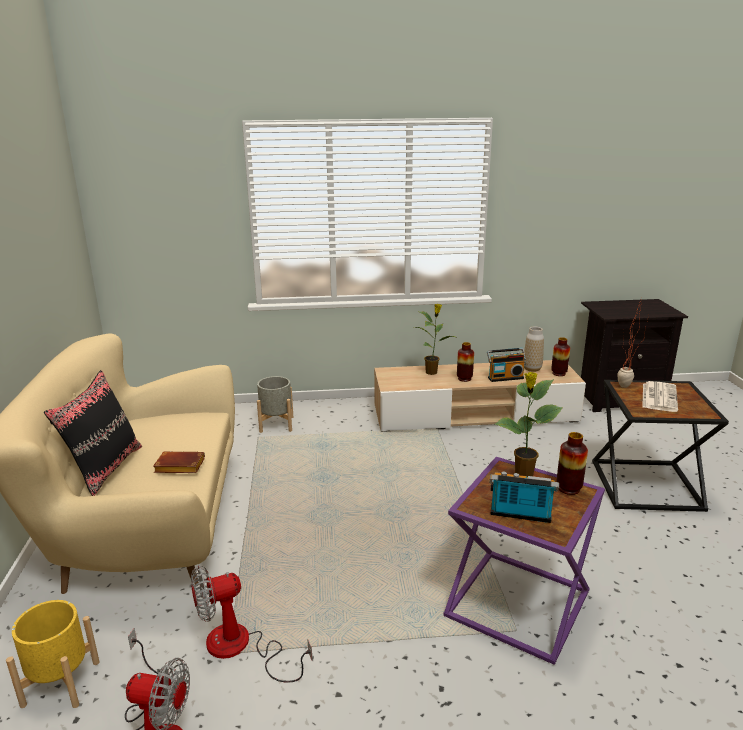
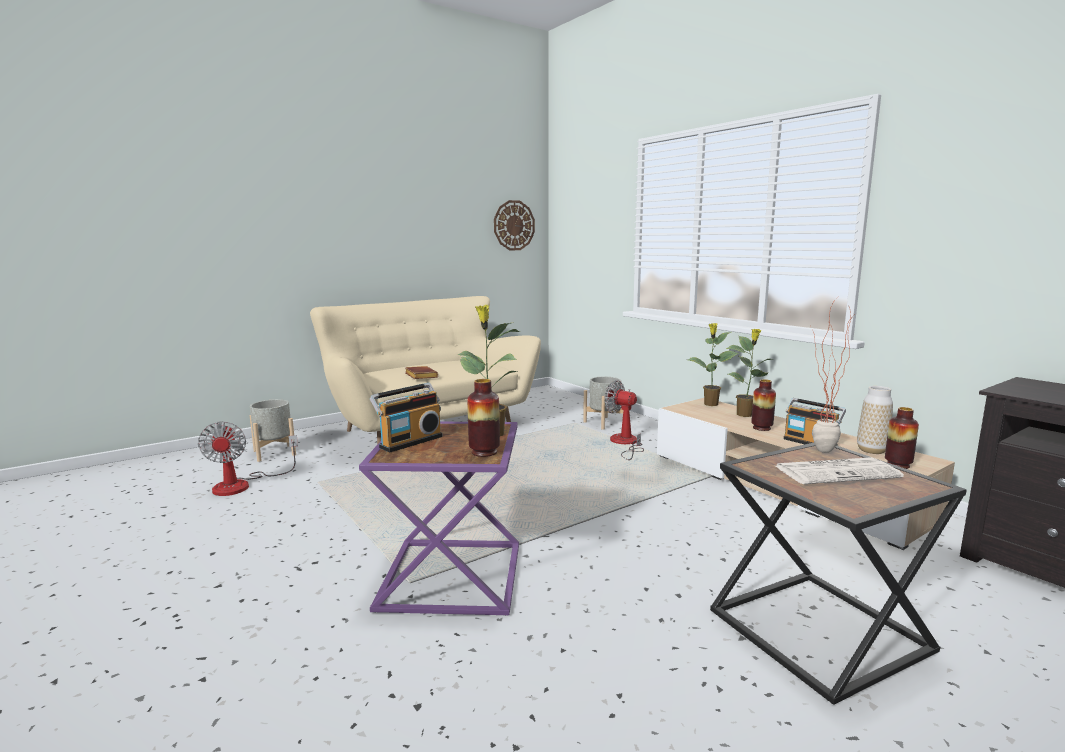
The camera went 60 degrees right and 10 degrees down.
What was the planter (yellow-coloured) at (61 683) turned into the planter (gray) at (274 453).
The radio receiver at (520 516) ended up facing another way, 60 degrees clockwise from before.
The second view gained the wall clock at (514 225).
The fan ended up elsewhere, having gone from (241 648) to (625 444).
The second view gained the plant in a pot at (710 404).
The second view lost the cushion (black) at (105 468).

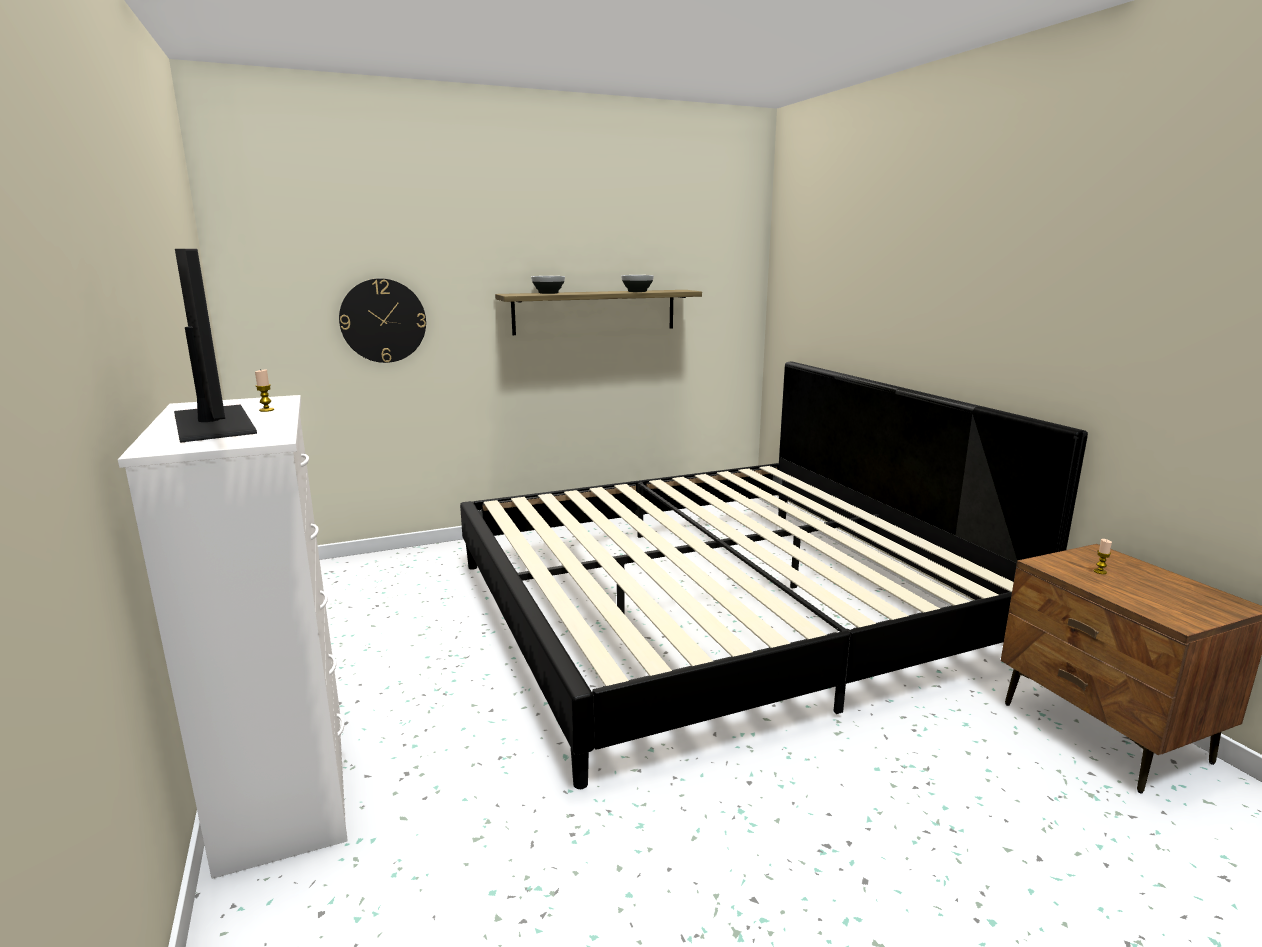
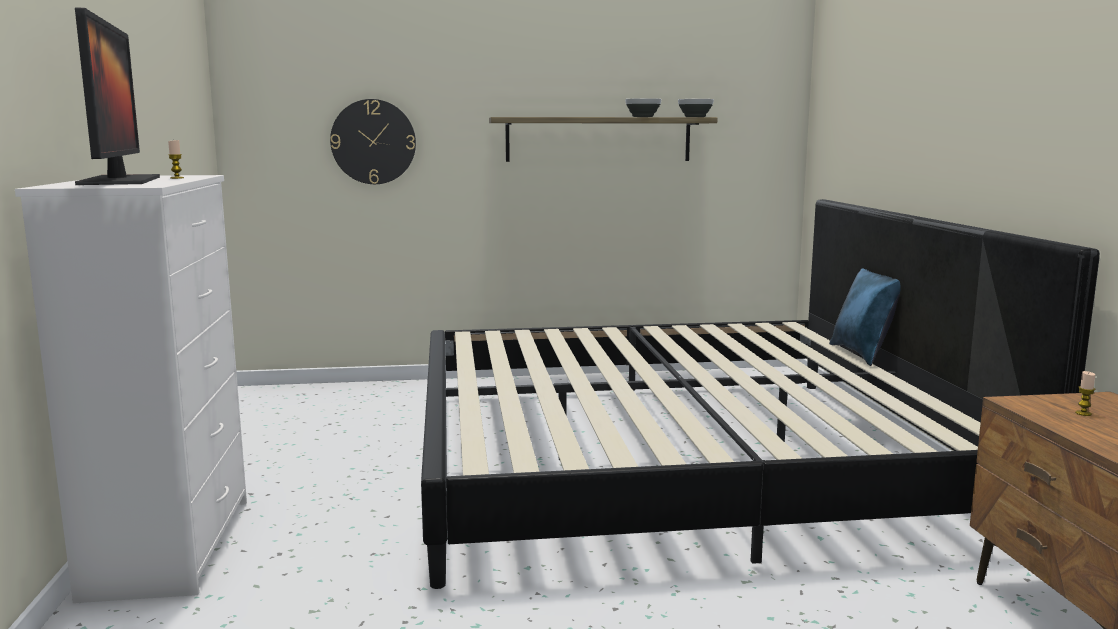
The camera went 15 degrees right and 5 degrees down.
The serving bowl ended up elsewhere, having gone from (548 293) to (695 117).
The second view gained the cushion (bluish) at (864 355).

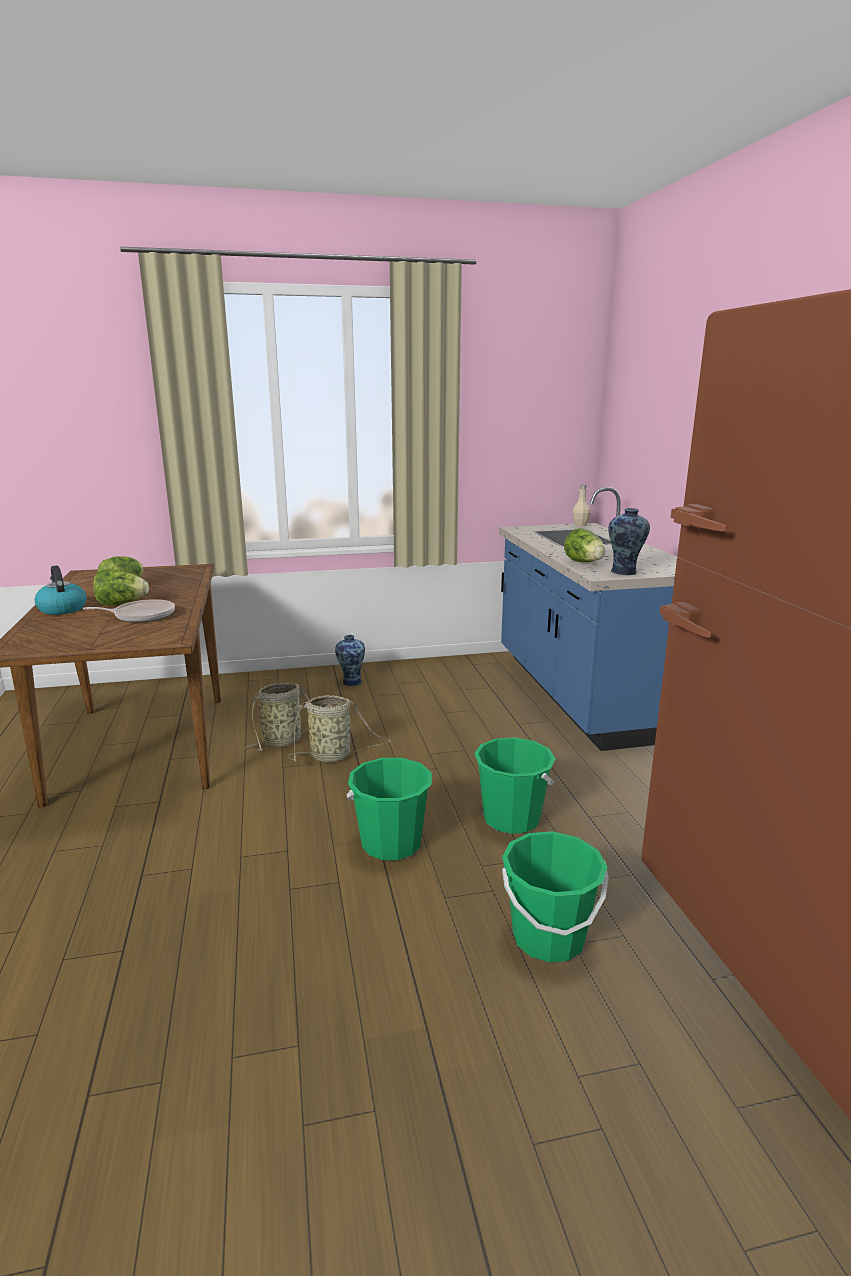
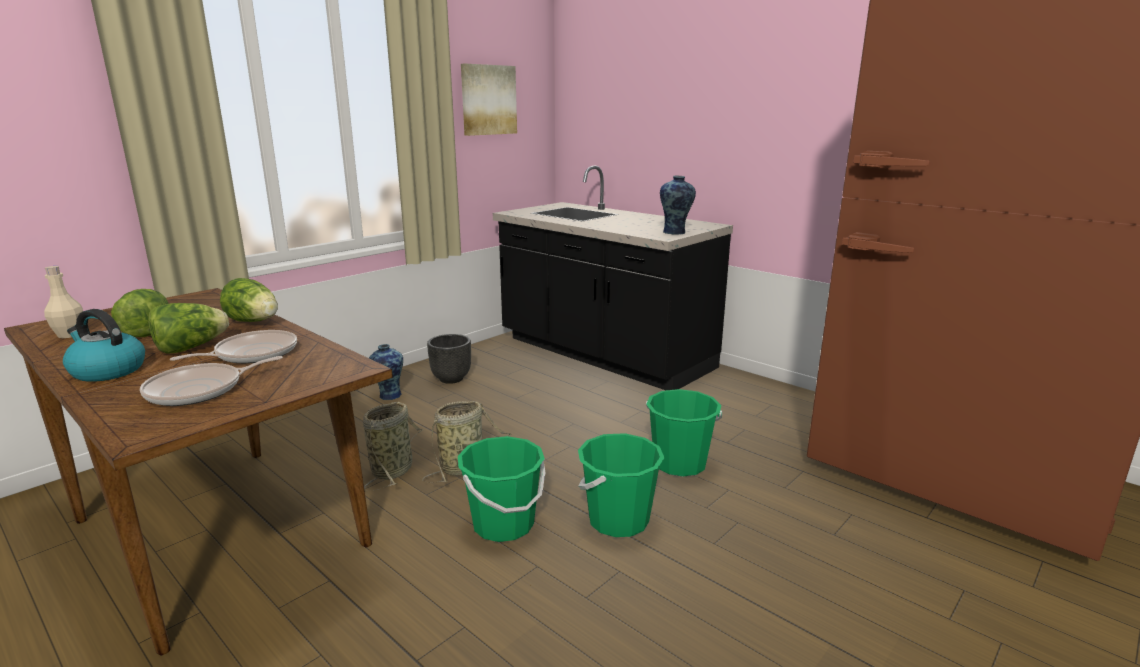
The camera went 35 degrees left and 0 degrees up.
The bottle (beige) ended up elsewhere, having gone from (580 525) to (70 335).
The second view gained the frying pan at (200 390).
The head of lettuce ended up elsewhere, having gone from (584 563) to (255 322).
The second view gained the planter (black) at (452 379).
The water bucket (greenish) ended up elsewhere, having gone from (548 937) to (503 524).
The second view gained the picture at (488 100).
What was the kitchen counter (bluish) at (581 694) turned into the kitchen counter (black) at (604 354).

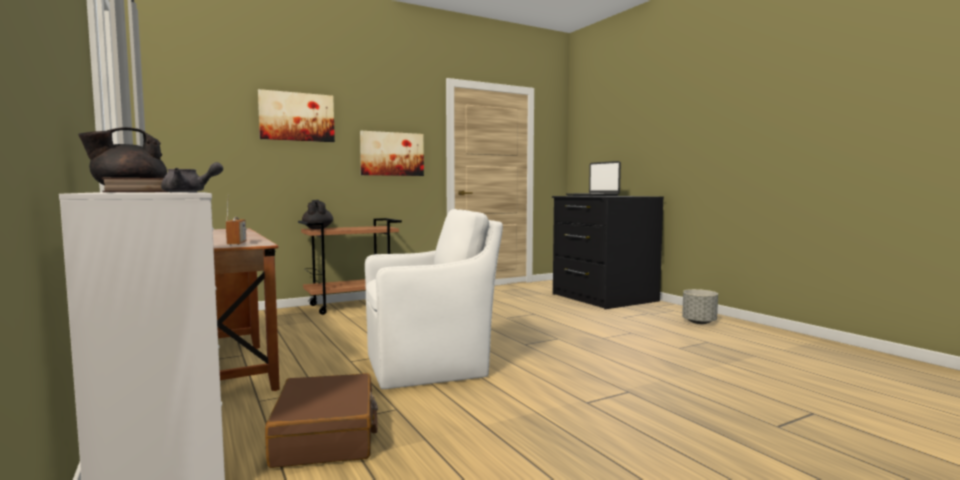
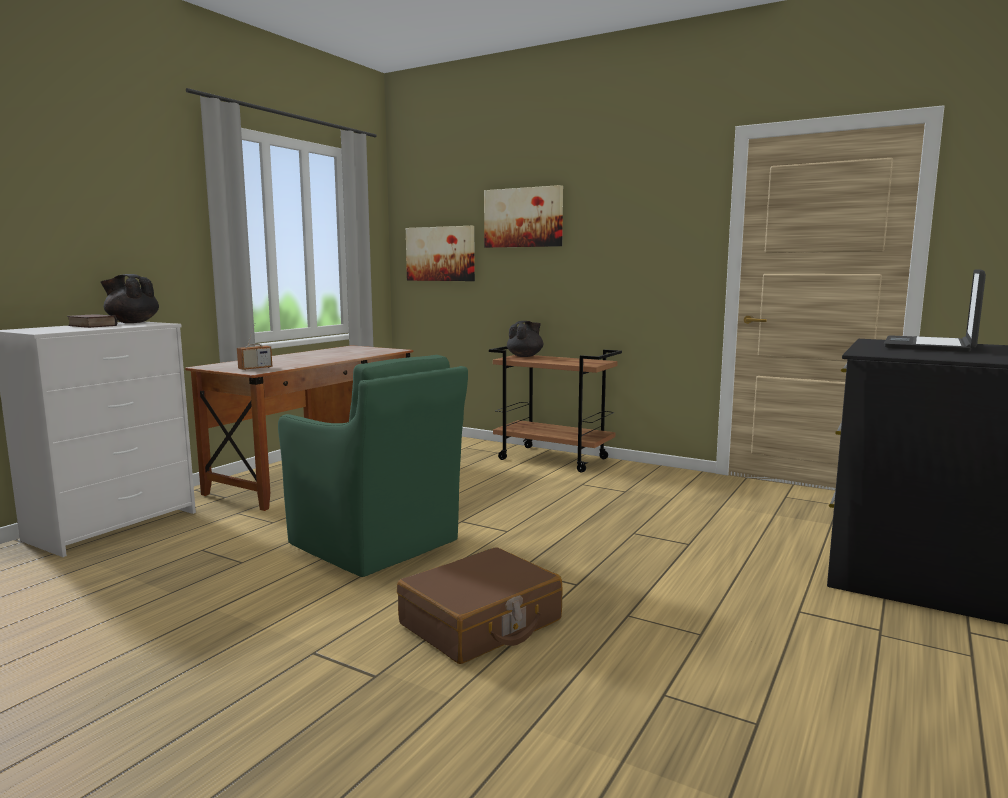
The camera went 60 degrees right and 5 degrees up.
What was the easy chair (white) at (430 366) turned into the easy chair (greenish) at (376 544).
The piece of luggage (brown-coloured) ended up elsewhere, having gone from (326 436) to (481 623).
The picture ended up elsewhere, having gone from (392 154) to (440 254).
The second view lost the pot for tea (gray) at (189 192).
The second view lost the planter (gray) at (699 322).

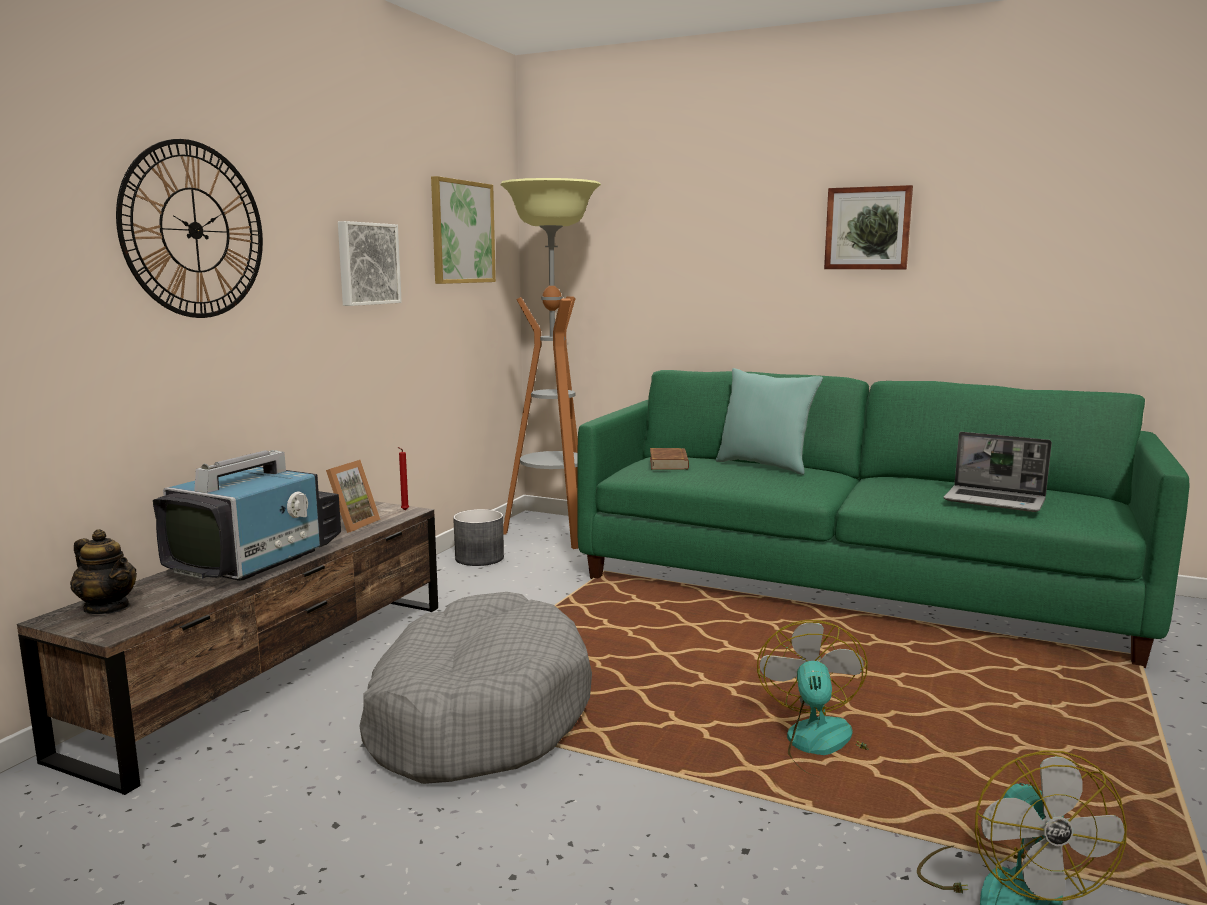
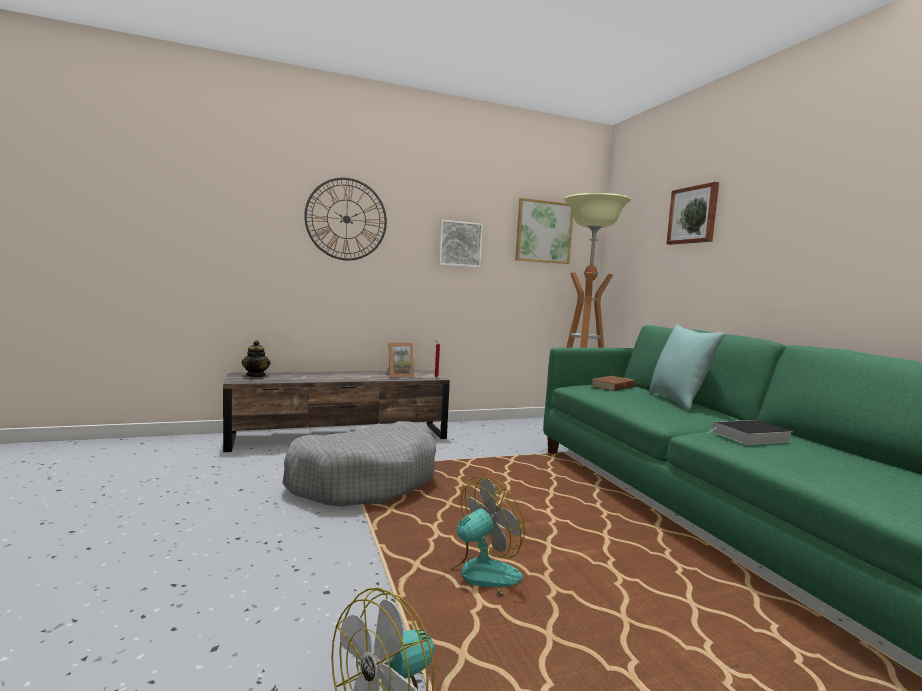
The camera went 45 degrees right and 5 degrees down.
The picture ended up elsewhere, having gone from (868 228) to (693 215).
The second view gained the volume at (750 437).
The second view lost the TV set at (258 560).
The second view lost the planter (gray) at (479 558).
The second view lost the portable computer at (995 501).

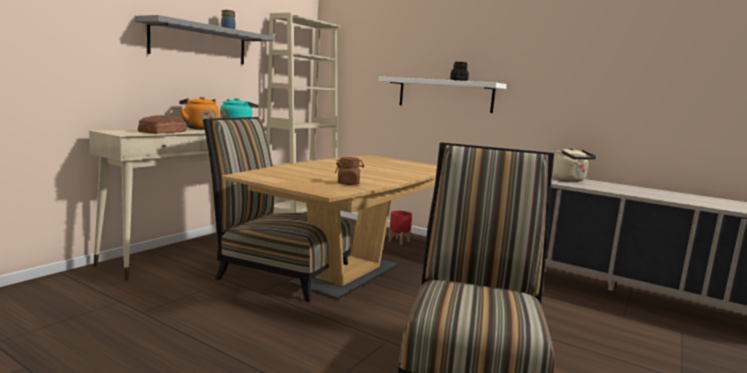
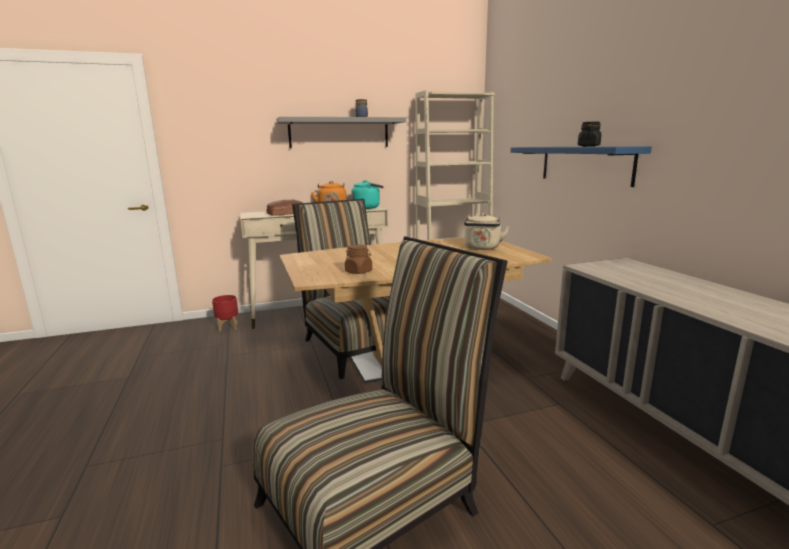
The camera went 40 degrees right and 5 degrees up.
The planter (reddish) ended up elsewhere, having gone from (399 241) to (227 327).
The water kettle (beige) ended up elsewhere, having gone from (569 180) to (482 248).
What was the wall shelf (white) at (445 95) turned into the wall shelf (bluish) at (585 164).

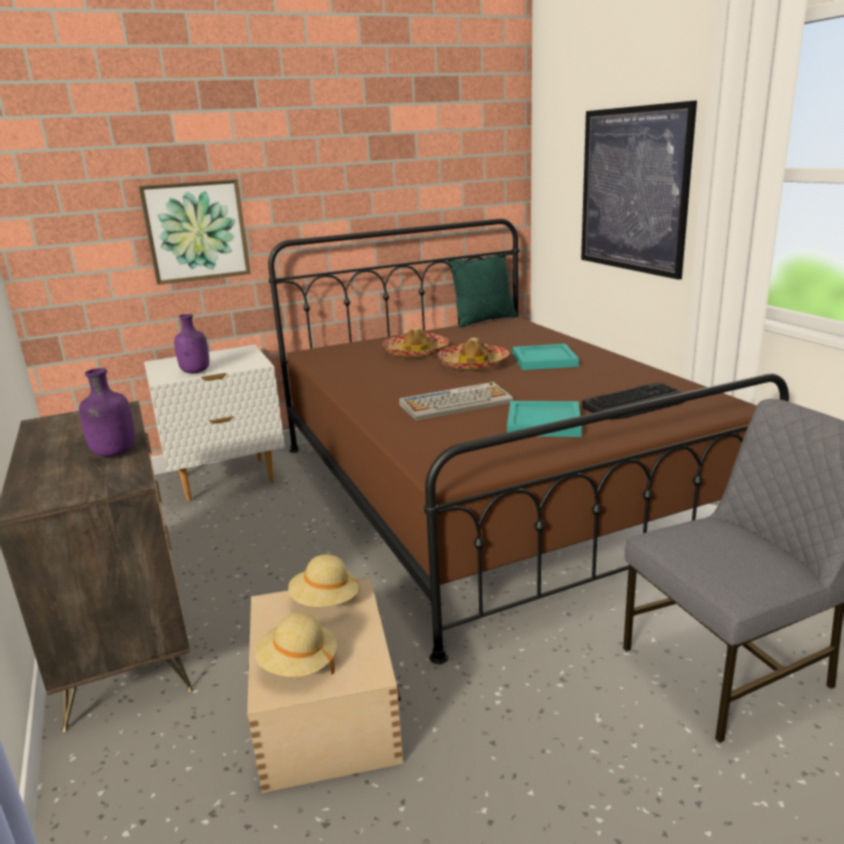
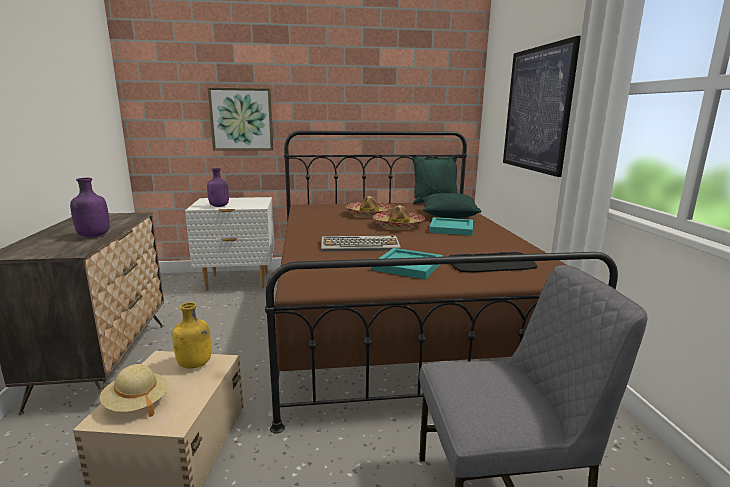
The camera went 15 degrees right and 5 degrees down.
Where the wearable hat (beige) stood at (325 601), the bottle (yellow-coloured) came to stand at (195 364).
The second view gained the cushion (greenish) at (448 215).

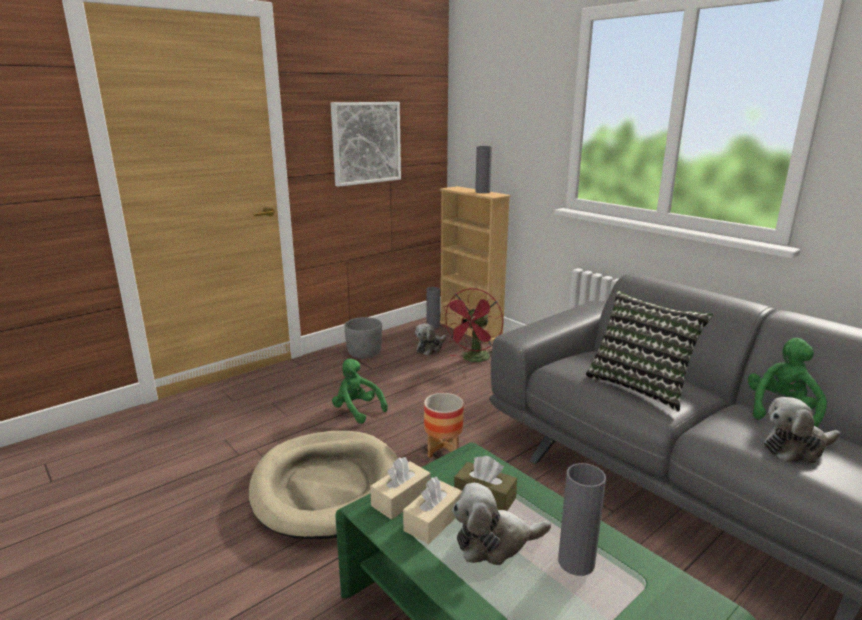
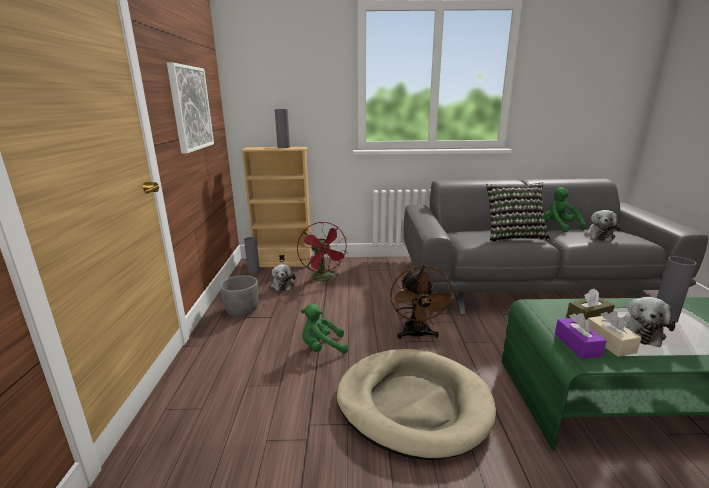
The camera went 50 degrees left and 0 degrees up.
Where the planter stood at (443 449), the fan (brown-coloured) came to stand at (417 335).
What was the tissue box (beige) at (401 499) turned into the tissue box (purple) at (577 345).

